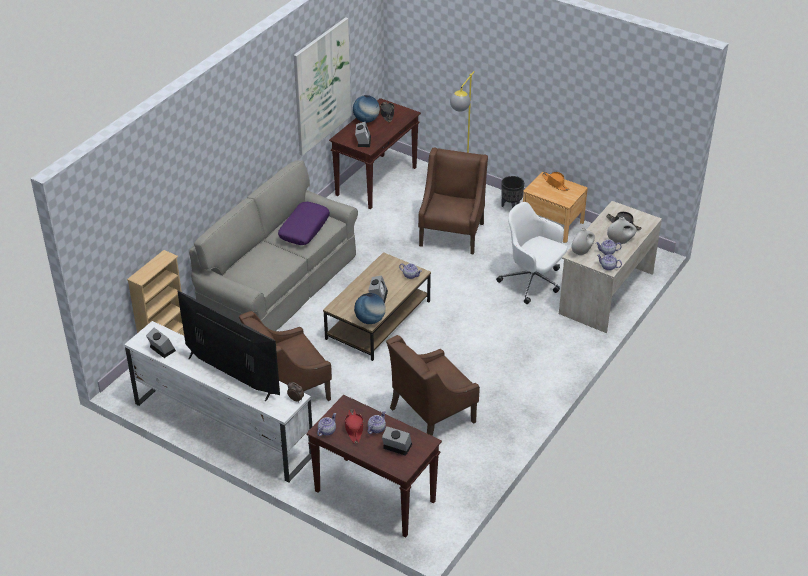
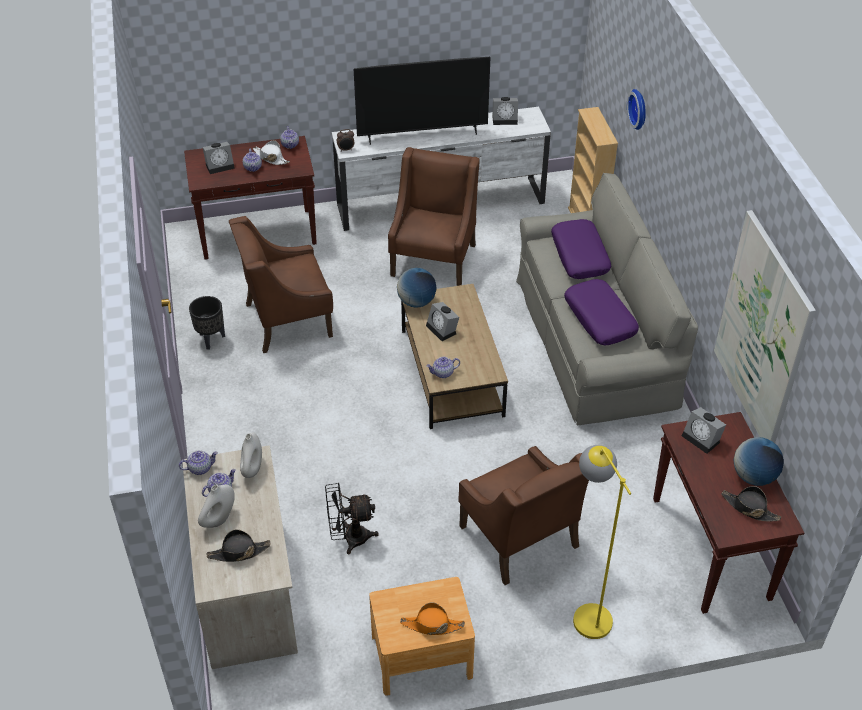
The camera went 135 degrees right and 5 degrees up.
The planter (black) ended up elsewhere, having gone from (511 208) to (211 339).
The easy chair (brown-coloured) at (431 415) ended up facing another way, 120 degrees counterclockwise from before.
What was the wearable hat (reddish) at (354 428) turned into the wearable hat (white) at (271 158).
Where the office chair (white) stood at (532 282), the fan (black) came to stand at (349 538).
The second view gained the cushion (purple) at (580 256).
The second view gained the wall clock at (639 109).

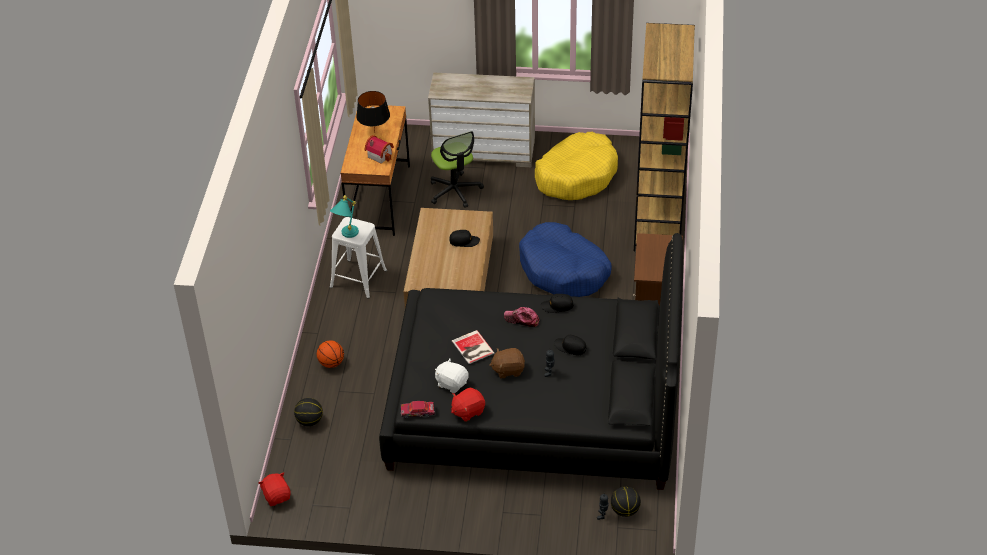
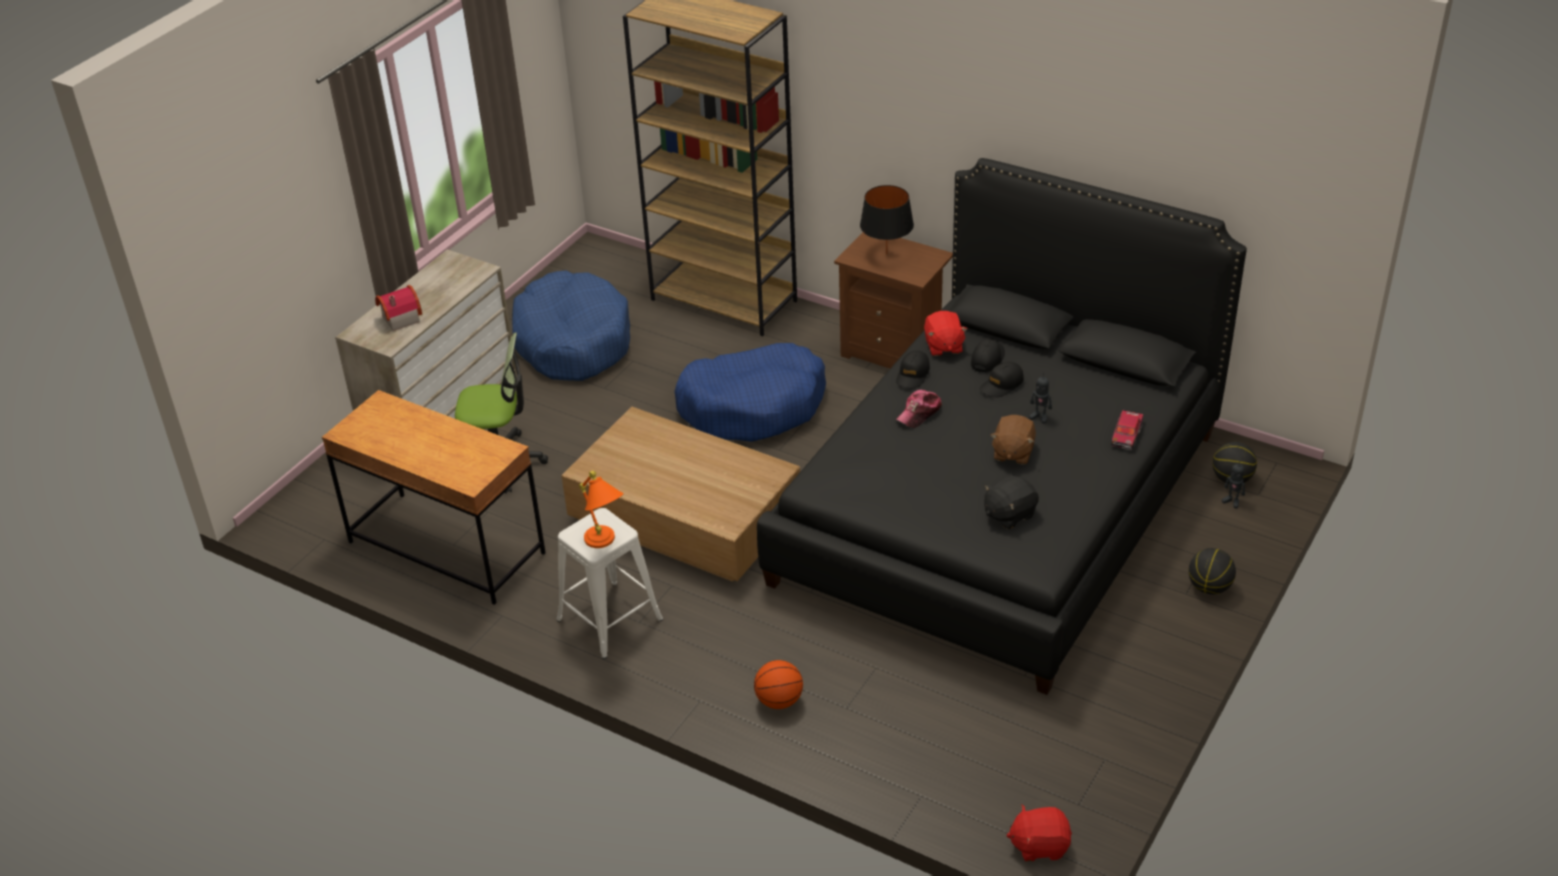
The camera went 65 degrees left and 5 degrees down.
The model house ended up elsewhere, having gone from (380 154) to (399 318).
What was the pet bed (yellow-coloured) at (576 175) turned into the pet bed (bluish) at (573 341).
What was the tabletop lamp (turquoise-coloured) at (346 236) turned into the tabletop lamp (orange) at (605 544).
The tabletop lamp (black) ended up elsewhere, having gone from (374 133) to (886 254).
The plush toy (reddish) ended up elsewhere, having gone from (468 411) to (943 346).
The peaked cap (black) ended up elsewhere, having gone from (464 241) to (987 359).
What was the plush toy (white) at (452 383) turned into the plush toy (black) at (1009 514).
The miniature car ended up elsewhere, having gone from (418 412) to (1127 434).
The ball for basketball ended up elsewhere, having gone from (309 421) to (1209 587).
The second view lost the volume at (472 348).

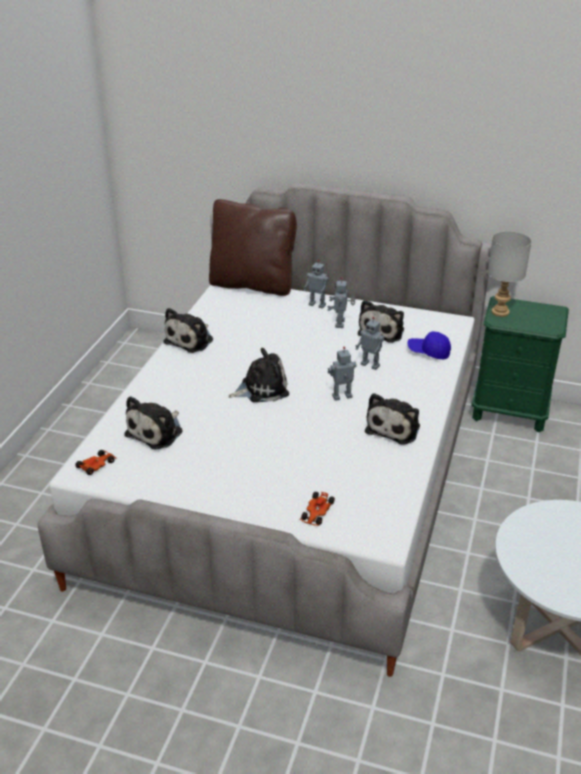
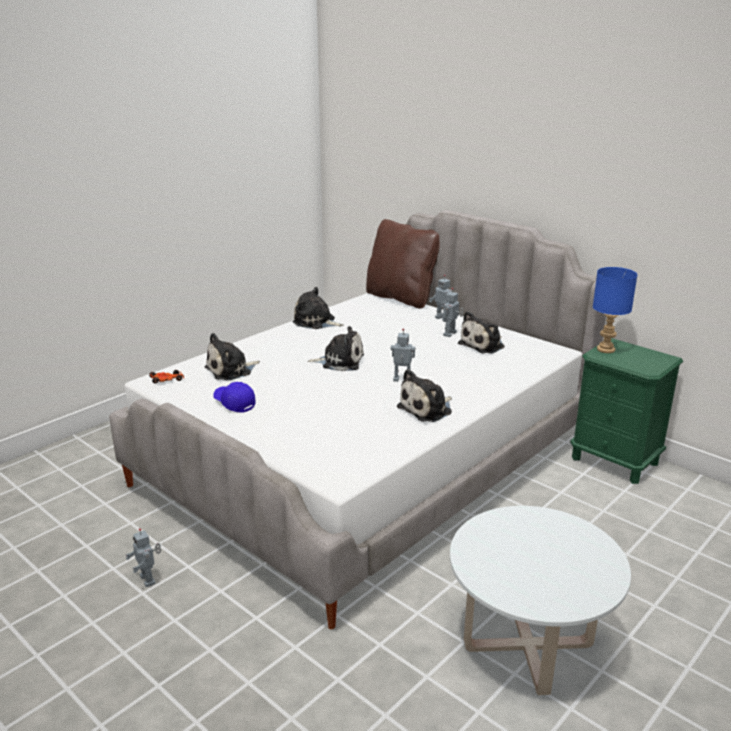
The camera went 25 degrees right and 10 degrees down.
The toy robot ended up elsewhere, having gone from (370 365) to (149 579).
The peaked cap (bluish) ended up elsewhere, having gone from (428 352) to (234 403).
The plush toy at (191 340) ended up facing another way, 60 degrees clockwise from before.
What was the tabletop lamp (gray) at (499 312) turned into the tabletop lamp (bluish) at (605 349).
The second view lost the miniature car at (316 513).

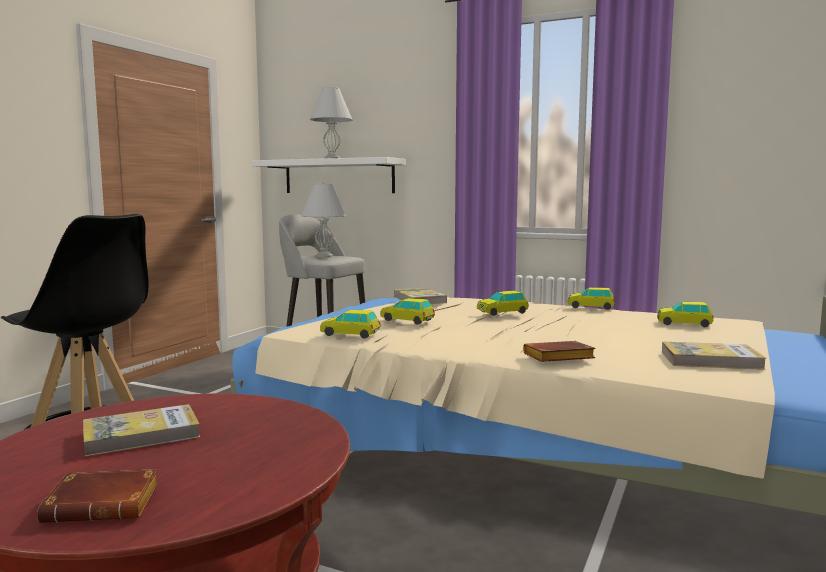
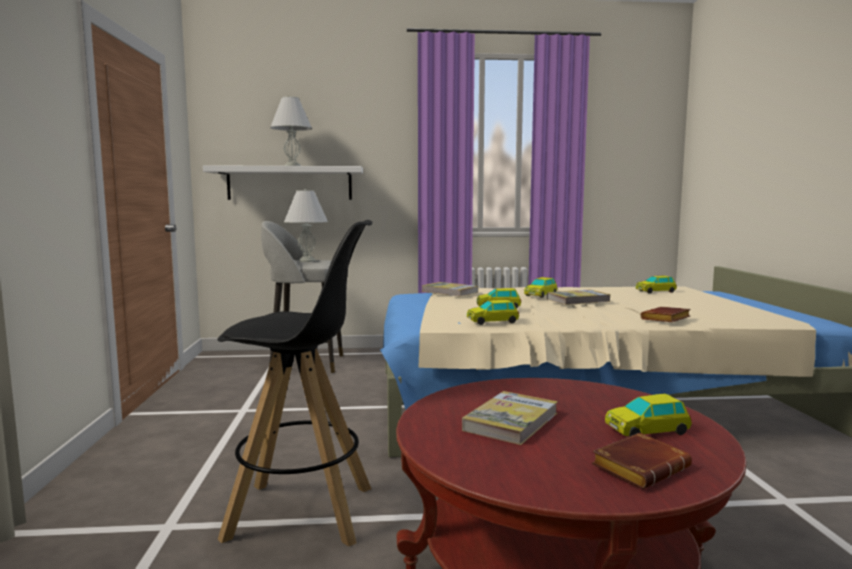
The camera went 30 degrees left and 0 degrees up.
The volume ended up elsewhere, having gone from (711 360) to (578 300).
The miniature car ended up elsewhere, having gone from (590 307) to (647 430).

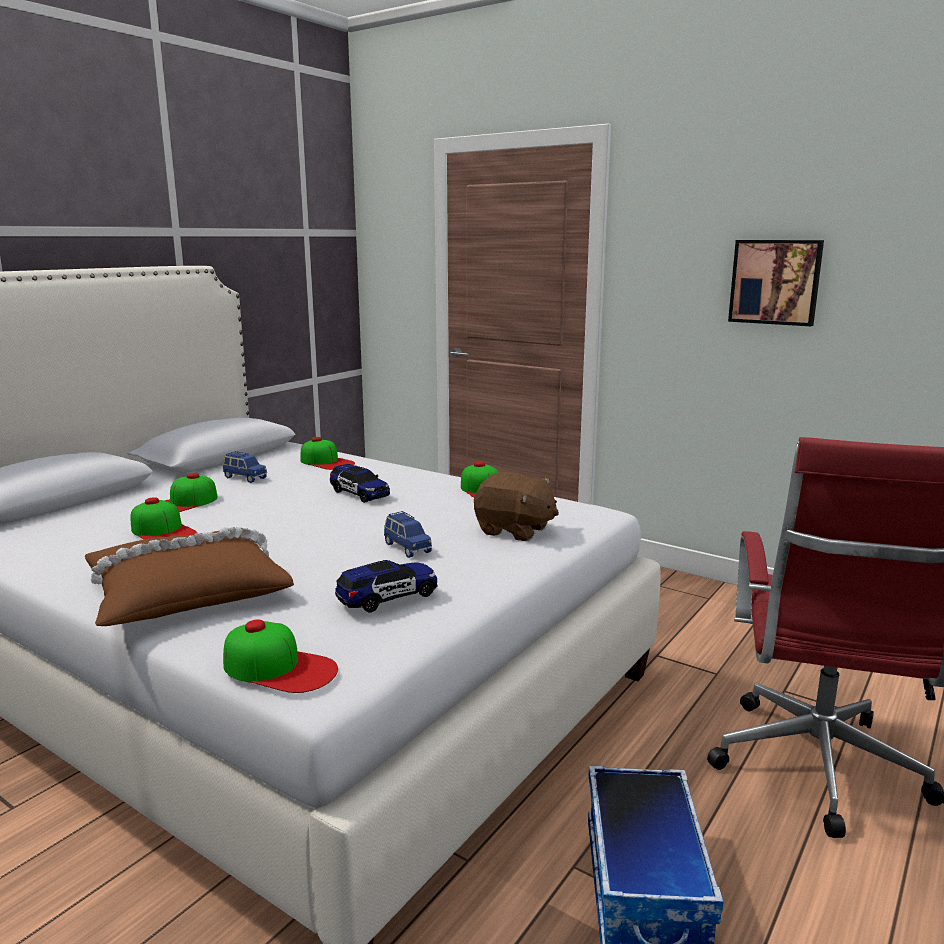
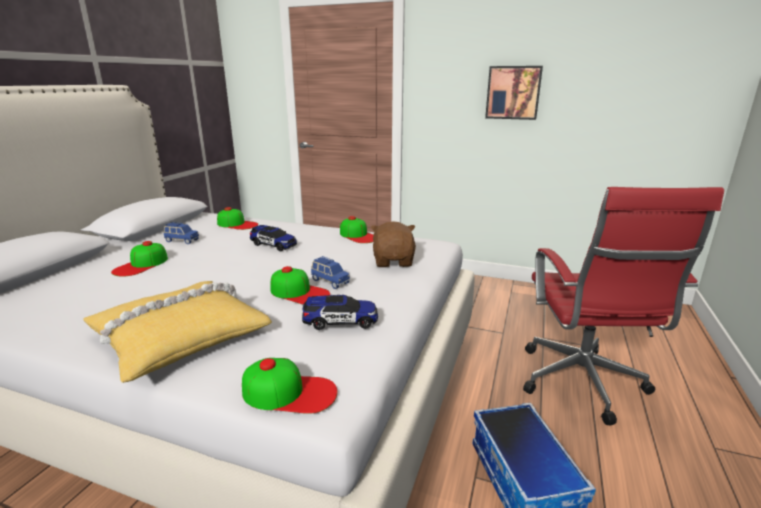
The camera went 15 degrees left and 5 degrees up.
What was the cushion (brown-coloured) at (186 591) turned into the cushion (yellow-coloured) at (179 336).
The peaked cap ended up elsewhere, having gone from (163 531) to (299 292).
The miniature car at (388 597) ended up facing another way, 45 degrees clockwise from before.
The plush toy (brown-coloured) at (514 531) ended up facing another way, 105 degrees counterclockwise from before.

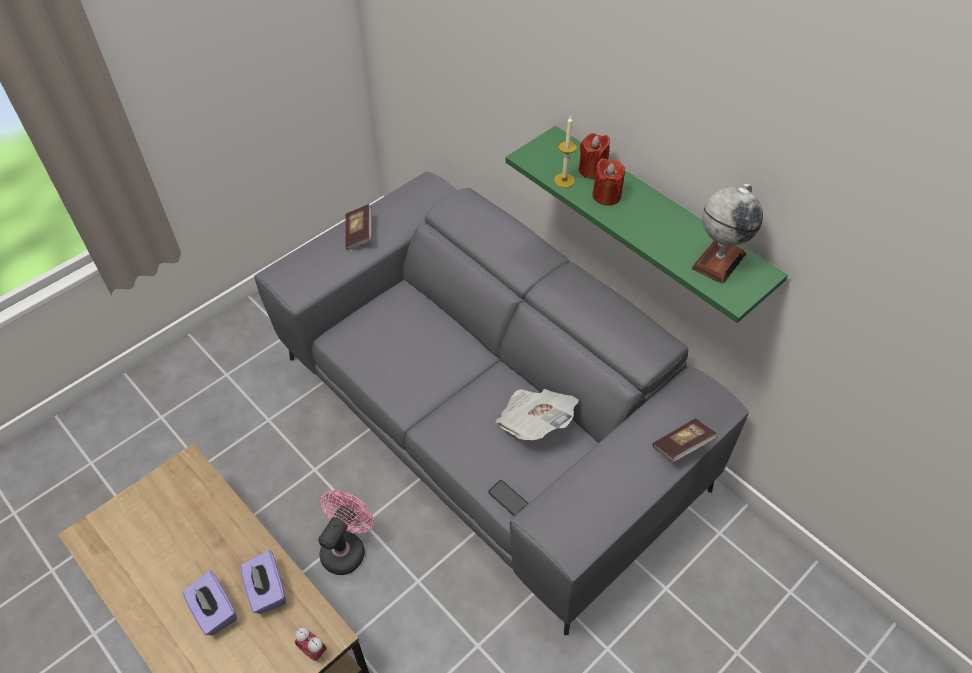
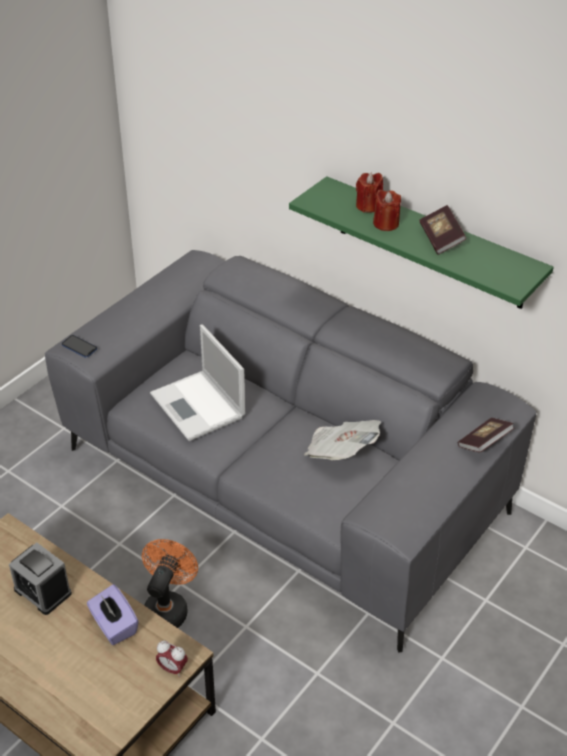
The camera went 10 degrees left and 10 degrees down.
The second view gained the table clock at (43 591).
The phone ended up elsewhere, having gone from (508 499) to (79 347).
What was the fan (pink) at (346 547) turned into the fan (orange) at (168 607).
The second view gained the portable computer at (198 406).
The volume ended up elsewhere, having gone from (359 234) to (441 239).
The second view lost the tissue box (purple) at (214 611).
The second view lost the candle at (564 180).
The second view lost the globe at (718 260).

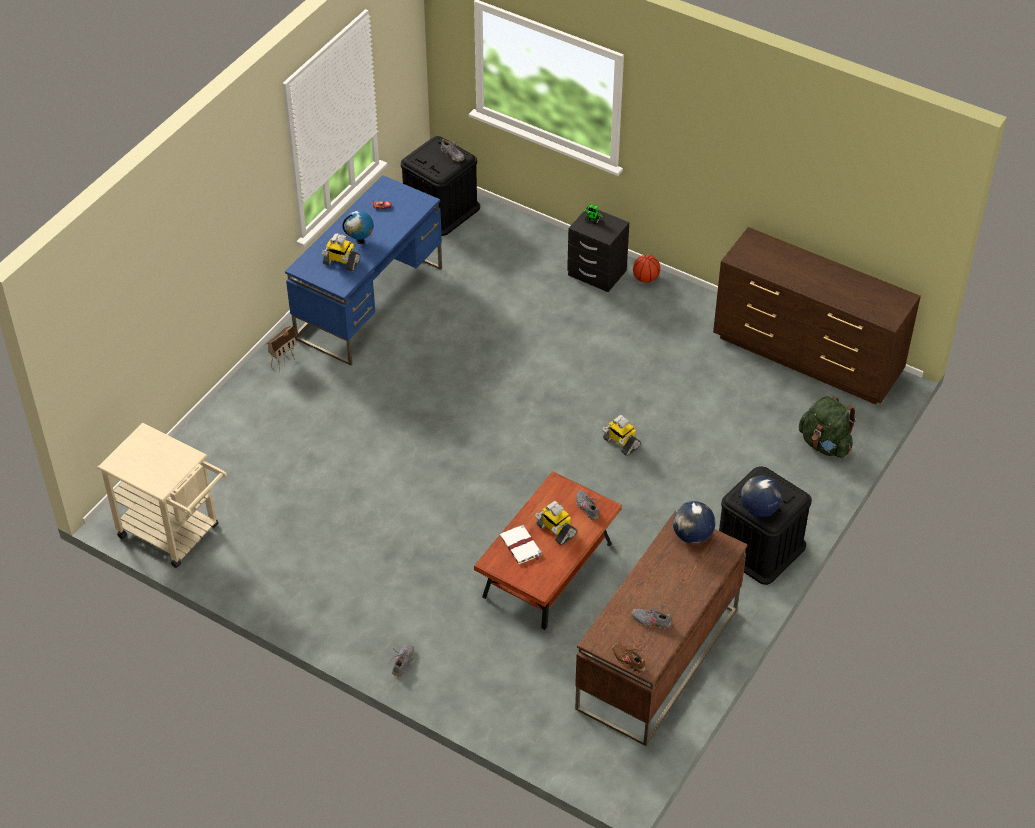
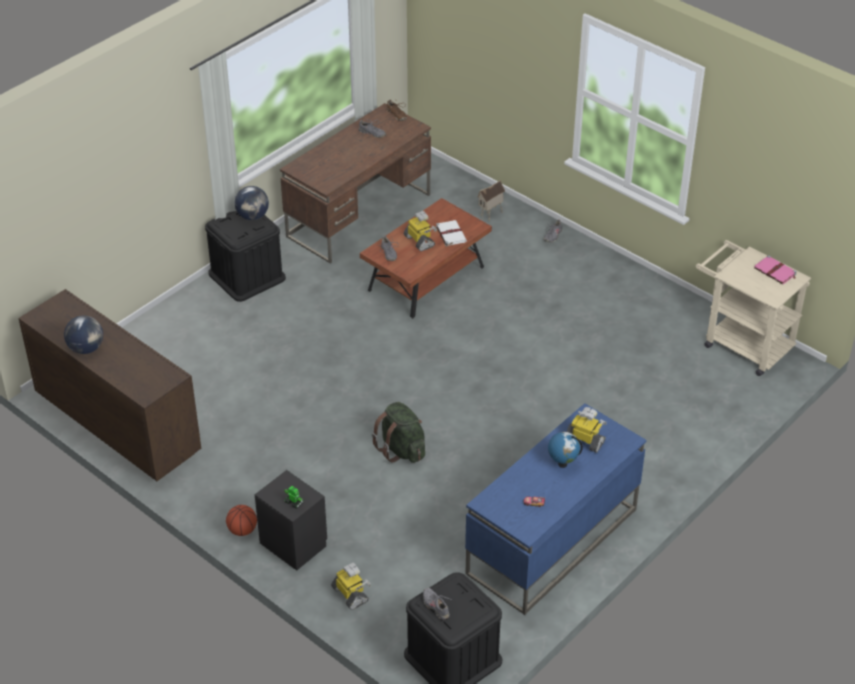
The camera went 170 degrees left and 5 degrees down.
The globe ended up elsewhere, having gone from (692 535) to (86 348).
The toy robot ended up elsewhere, having gone from (620 443) to (351 594).
The knapsack (greenish) ended up elsewhere, having gone from (825 444) to (401 449).
The model house ended up elsewhere, having gone from (283 361) to (491 215).
The second view gained the volume (pink) at (775 272).

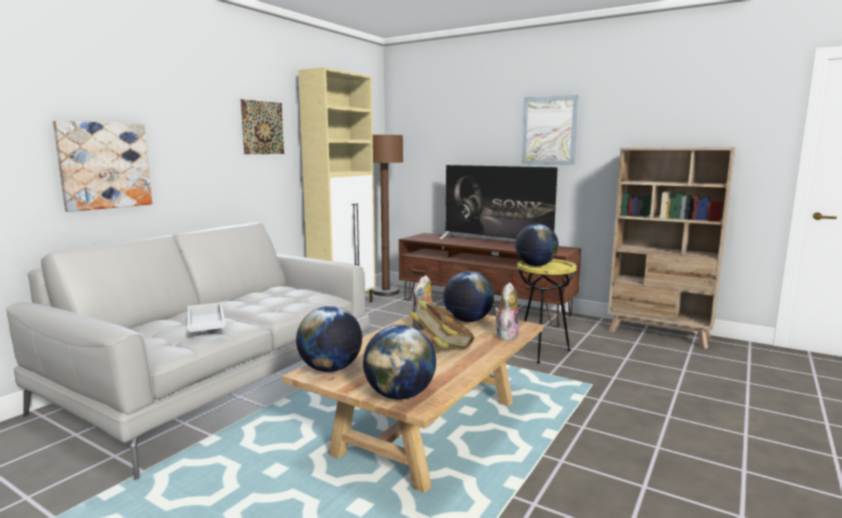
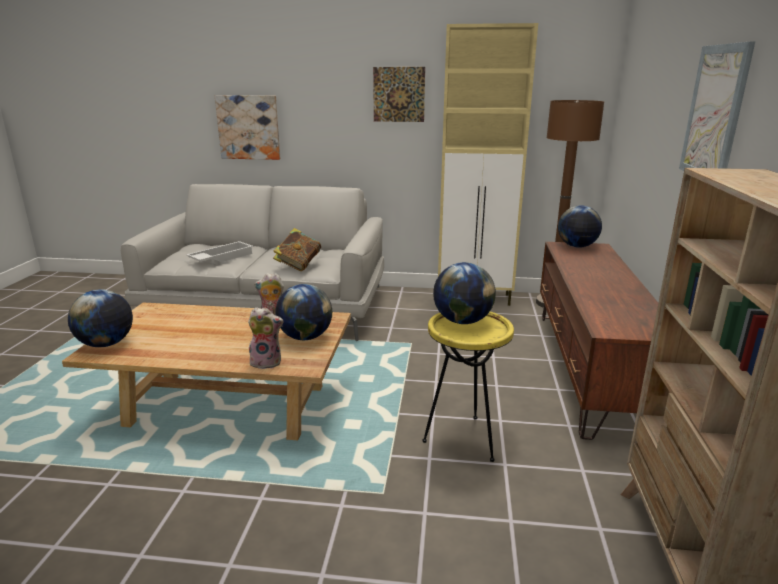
The camera went 65 degrees right and 10 degrees up.
The volume ended up elsewhere, having gone from (442 347) to (298 265).
The globe ended up elsewhere, having gone from (330 369) to (577 246).
The second view lost the TV set at (497 243).

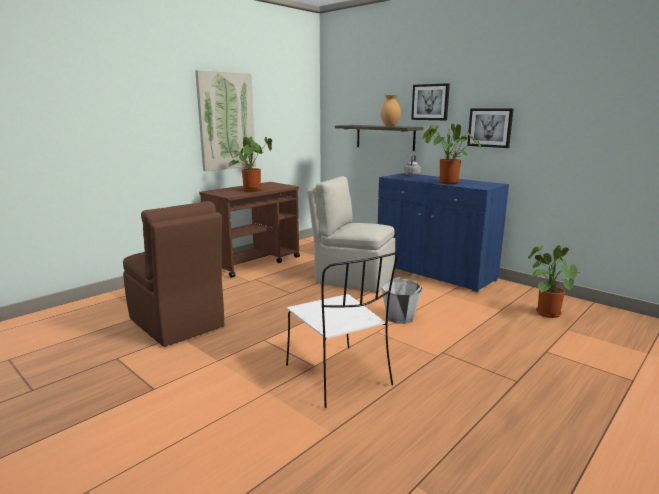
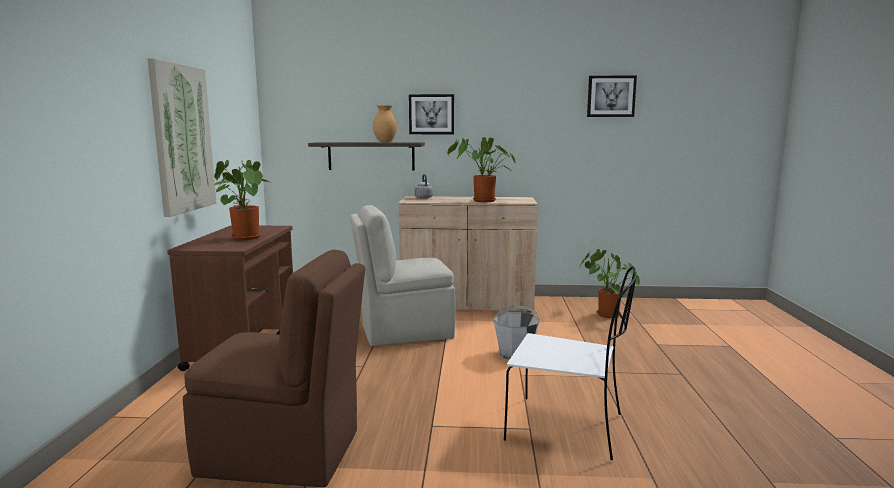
The camera went 40 degrees left and 5 degrees down.
What was the cabinet (bluish) at (434 272) turned into the cabinet (beige) at (467 304).
The picture ended up elsewhere, having gone from (490 127) to (611 96).

